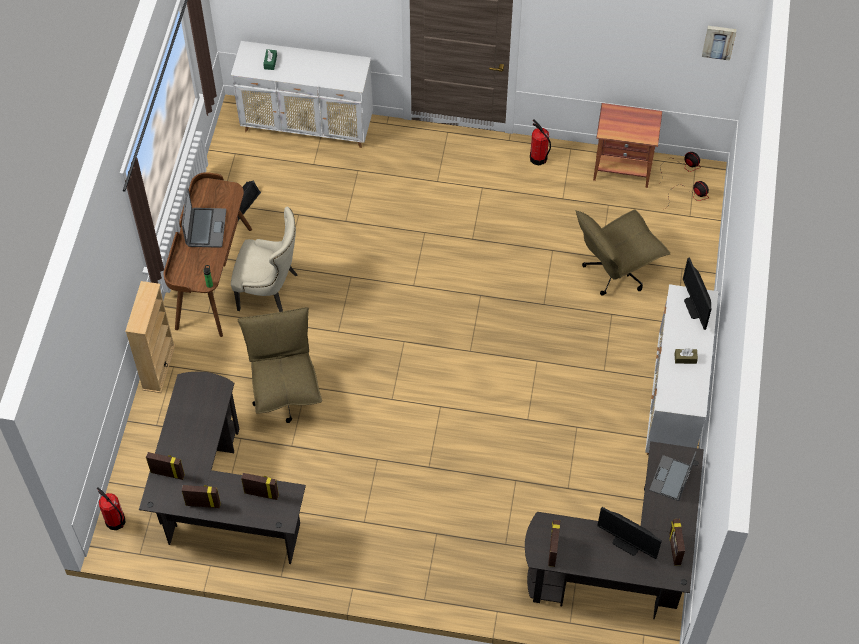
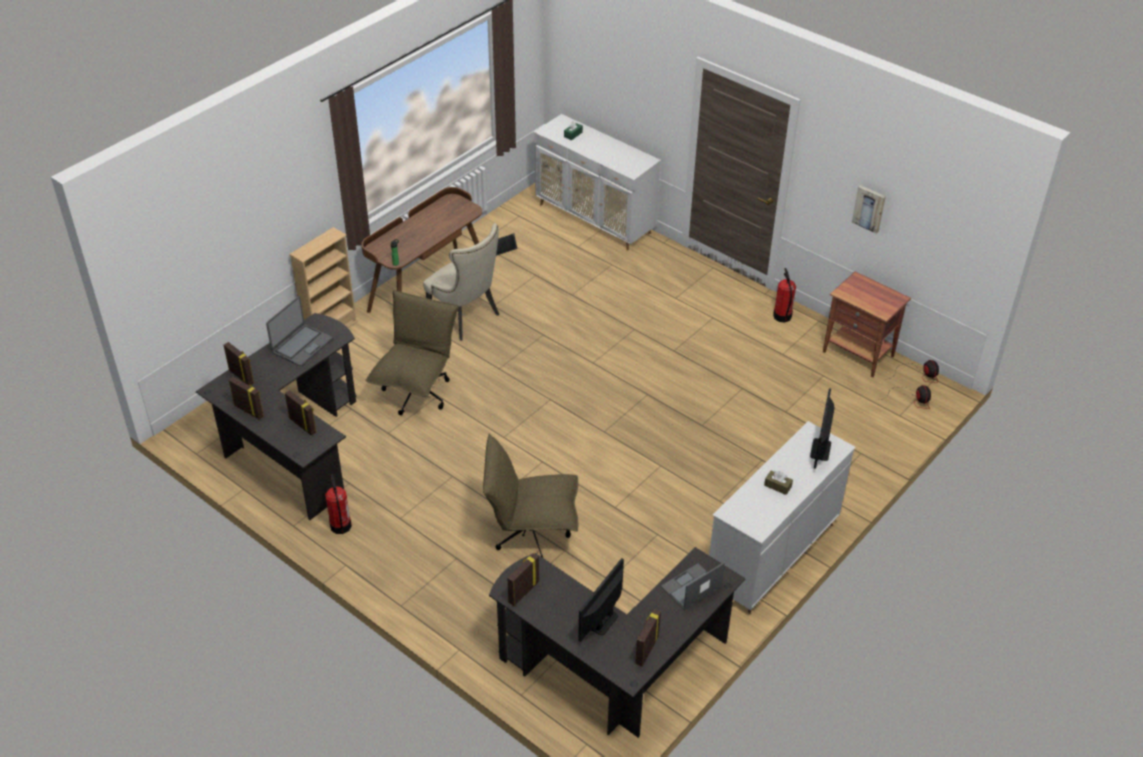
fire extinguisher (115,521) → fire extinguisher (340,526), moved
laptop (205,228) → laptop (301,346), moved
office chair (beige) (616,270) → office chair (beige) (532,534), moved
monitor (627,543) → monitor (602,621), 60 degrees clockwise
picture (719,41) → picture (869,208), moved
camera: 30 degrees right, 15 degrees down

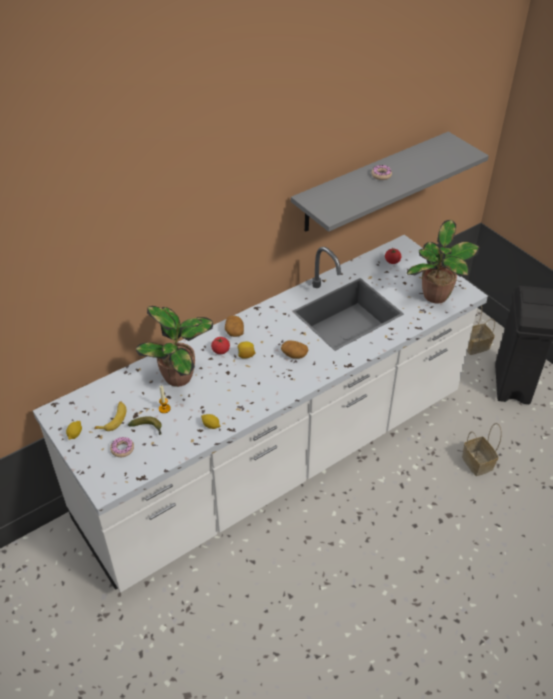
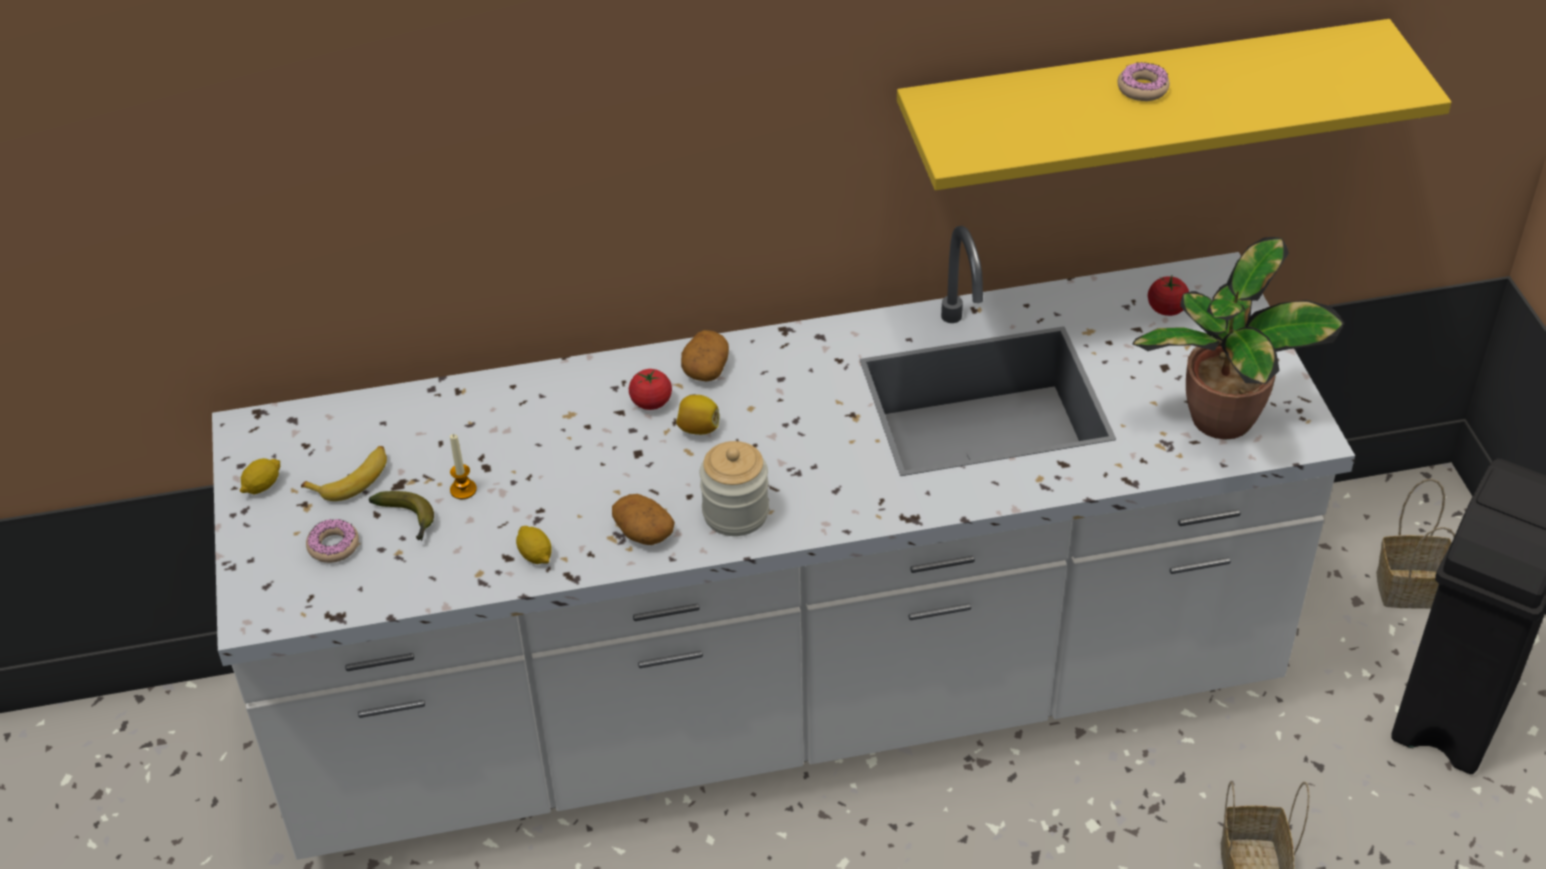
potted plant (180,377) → -
potato (294,354) → potato (643,532), moved
shelf (grey) (371,182) → shelf (yellow) (1141,101)
- → jar (735,513)
camera: 25 degrees right, 0 degrees up

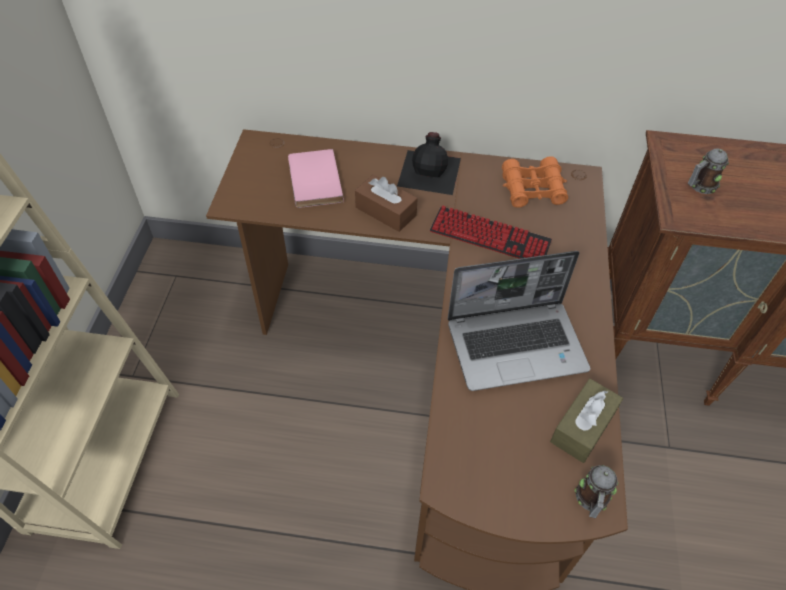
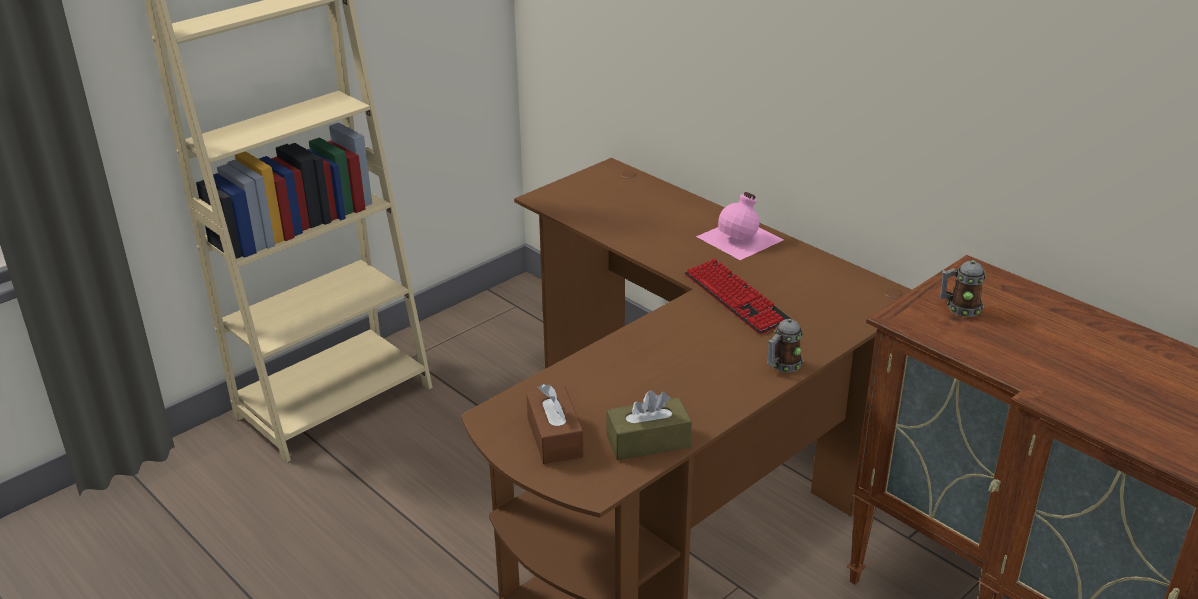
book (pink) (312,181) → -
tissue box (brown) (385,211) → tissue box (brown) (555,437), moved
bottle (black) (430,171) → bottle (pink) (741,238)
laptop (517,345) → -
binoculars (orange) (533,189) → -
mug (591,500) → mug (782,365), moved
camera: 40 degrees right, 20 degrees down

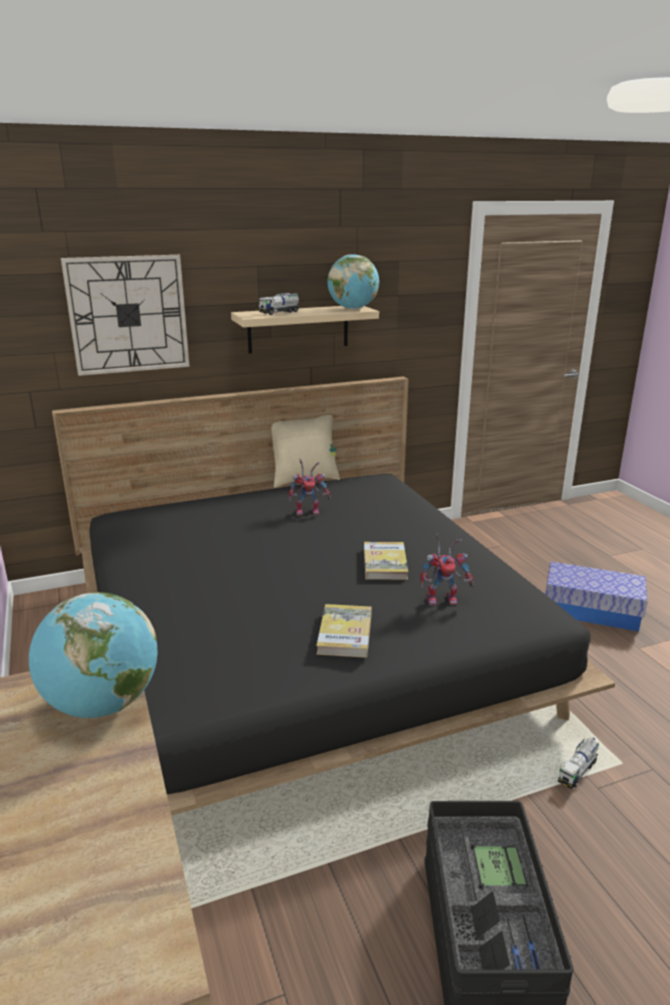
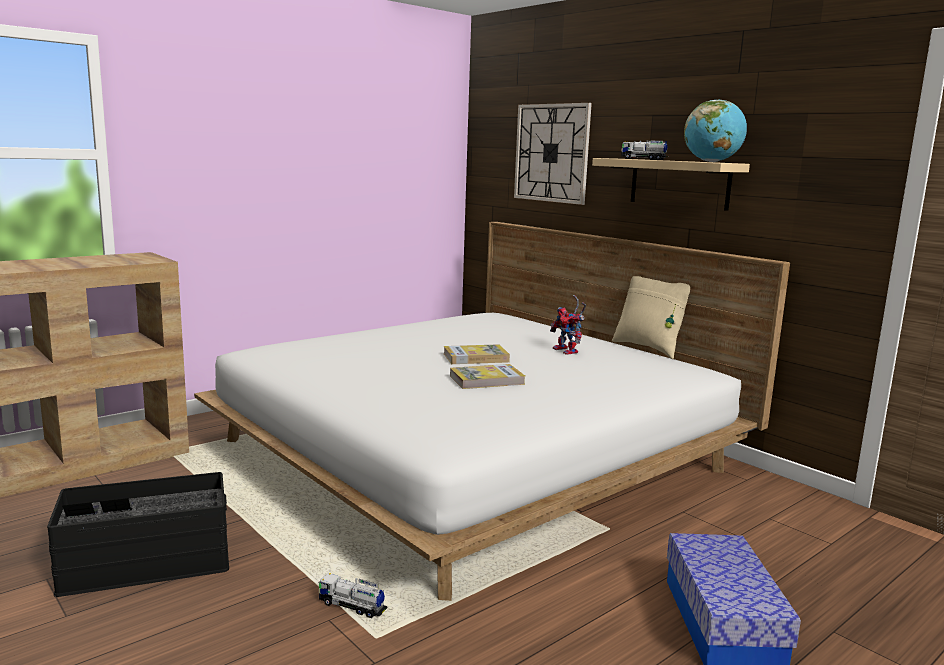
globe (102,704) → -
bed (black) (305,647) → bed (white) (472,455)
book (345,633) → book (475,358), moved
toy robot (443,598) → -
camera: 70 degrees right, 10 degrees down

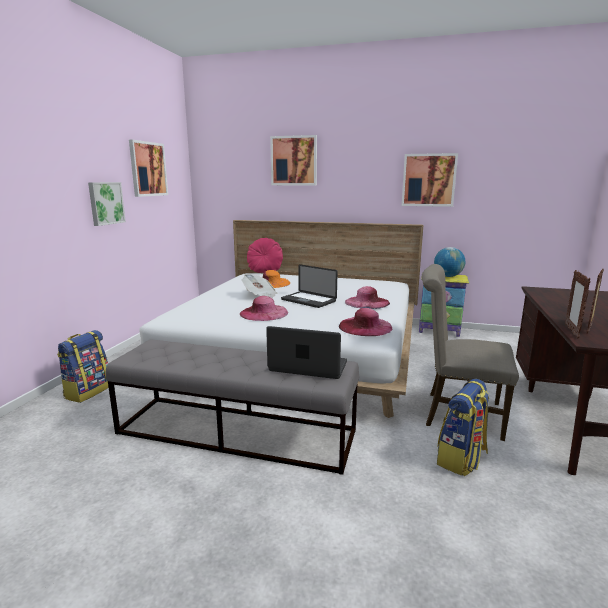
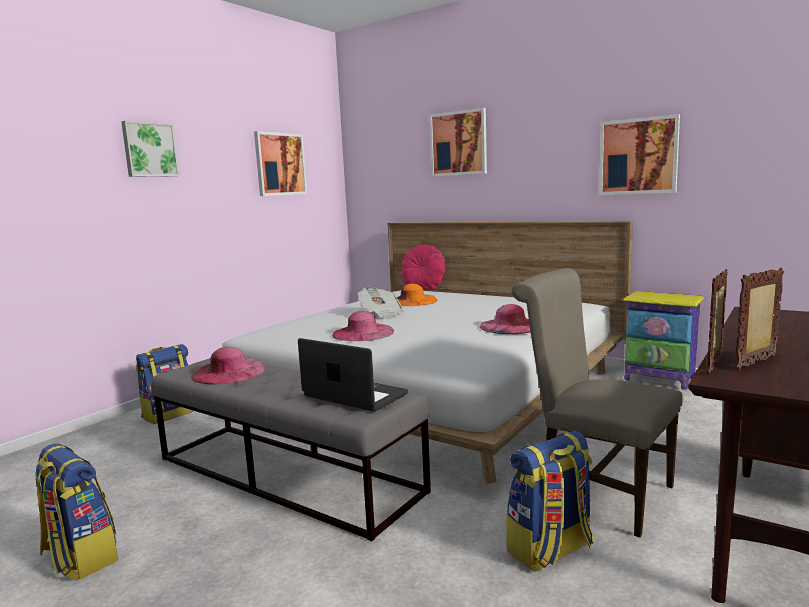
picture (105,203) → picture (149,150), moved
laptop (308,300) → -
hat (pink) (365,326) → hat (pink) (229,372), moved
globe (448,276) → -
- → backpack (80,557)
camera: 20 degrees right, 5 degrees down

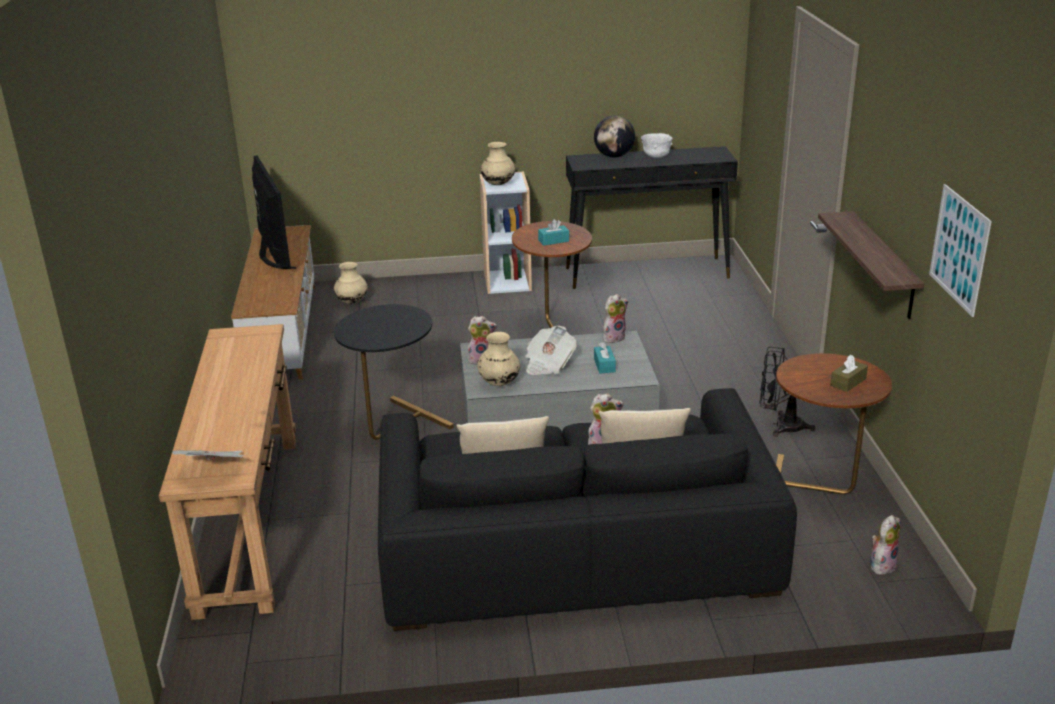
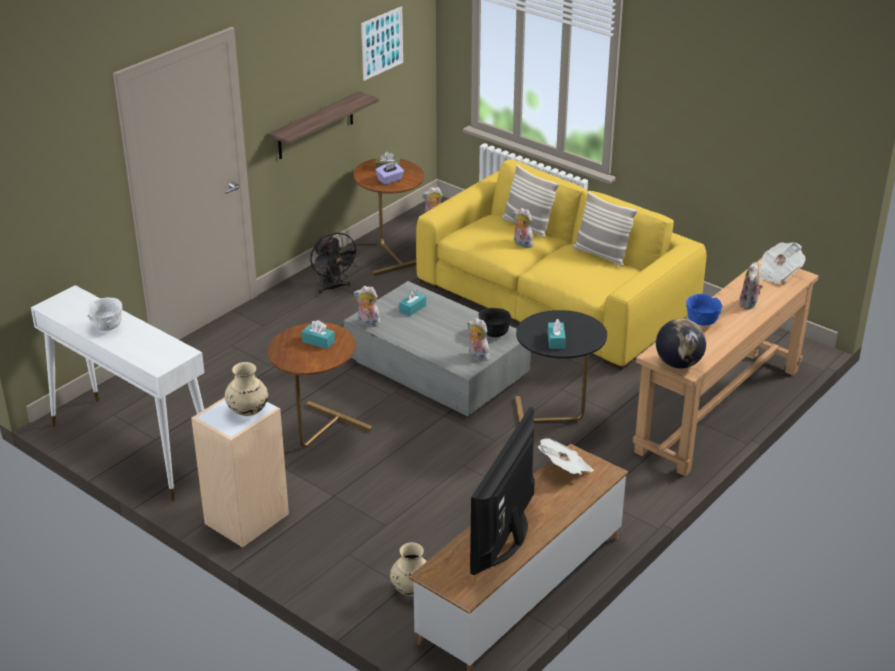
sofa (black) (574,548) → sofa (yellow) (556,296)
vase (beige) (499,382) → bowl (black) (494,334)
newspaper (548,364) → newspaper (565,469), moved
console table (black) (647,273) → console table (white) (132,447)
globe (614,156) → globe (678,363), moved
- → tissue box (purple) (390,180)
- → tissue box (turquoise) (556,340)
- → bowl (blue) (701,322)
- → plush toy (749,304)
camera: 135 degrees left, 5 degrees up

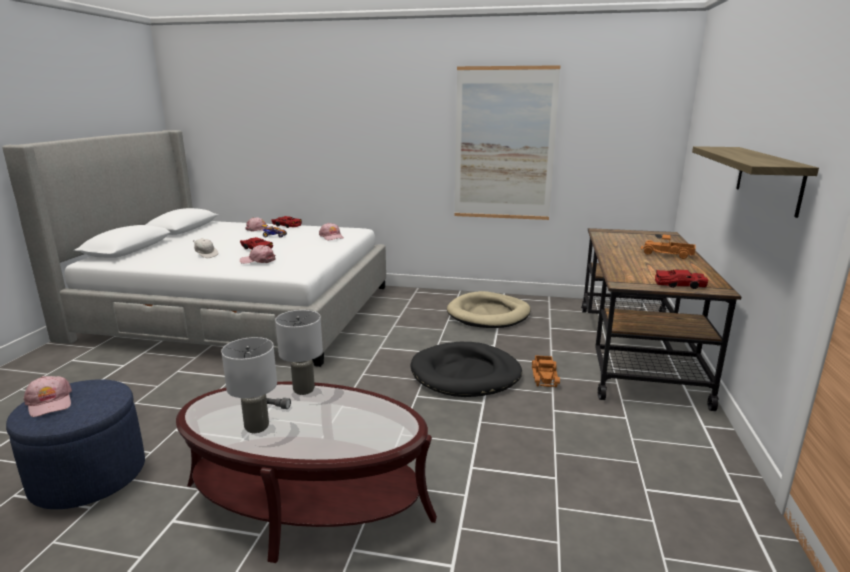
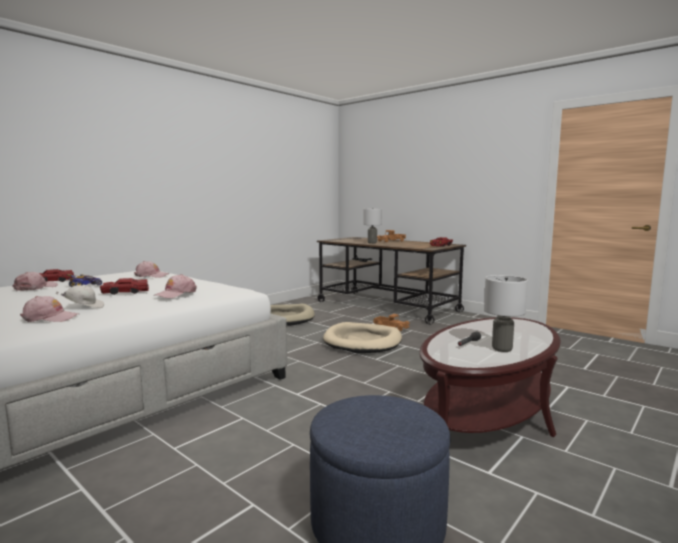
cap (pink) (50,402) → cap (pink) (50,318), moved
table lamp (white) (303,391) → table lamp (white) (372,243), moved
dog bed (black) (465,374) → dog bed (beige) (363,341)
picture (504,145) → -
shelf (768,178) → -
camera: 60 degrees left, 10 degrees down

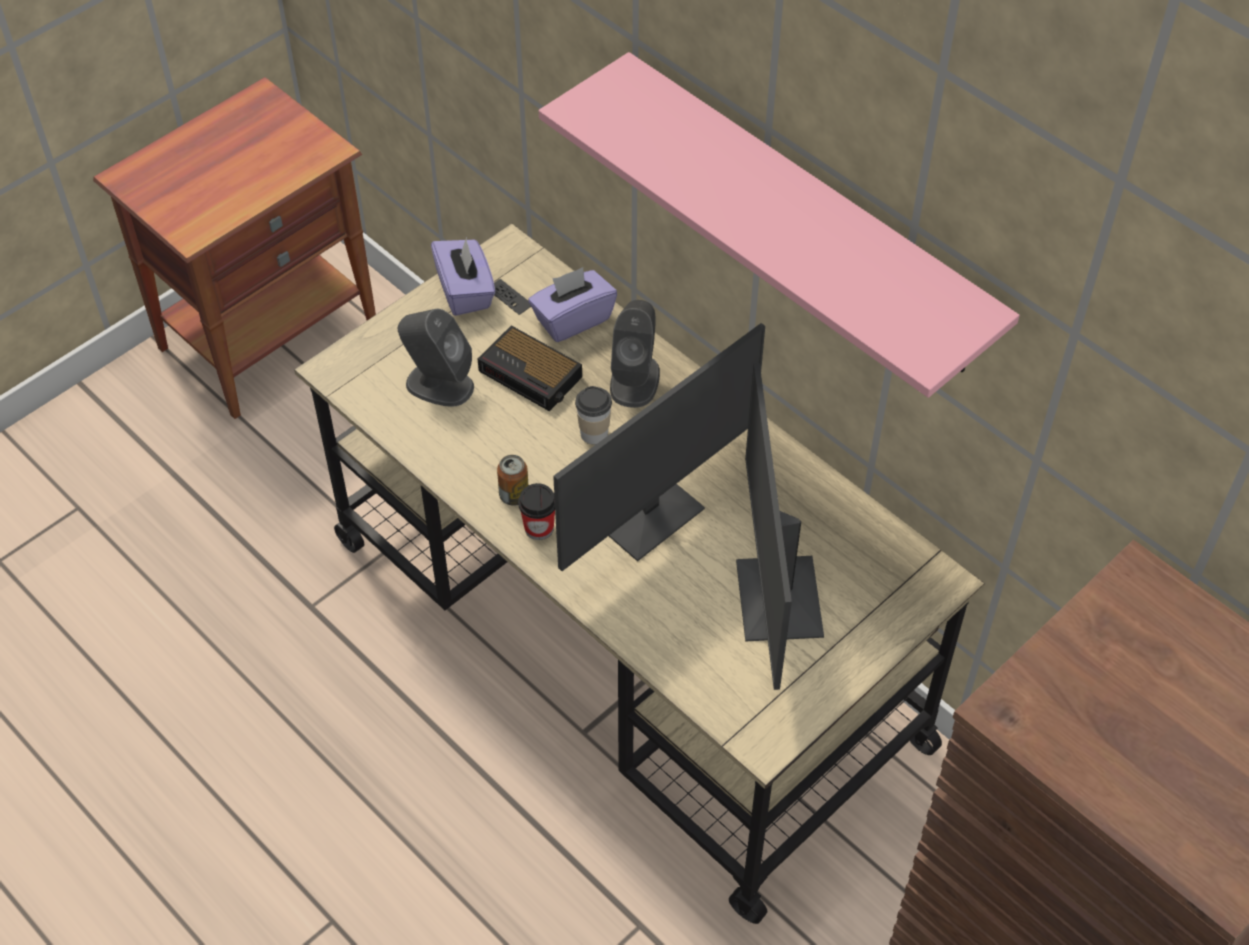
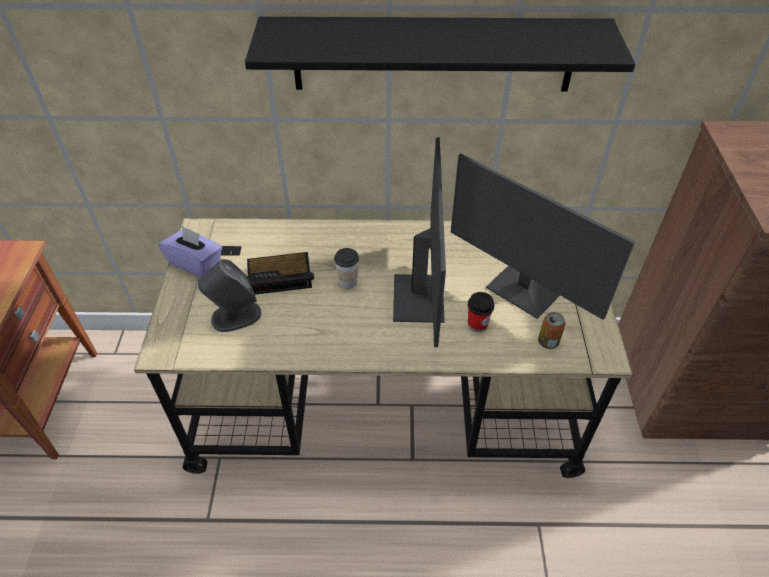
can (514,495) → can (548,342), moved
cup (539,528) → cup (477,324), moved
tissue box (purple) (572,319) → -
shelf (pink) (807,216) → shelf (black) (433,54)
speaker (grey) (635,380) → -
camera: 45 degrees left, 5 degrees down

